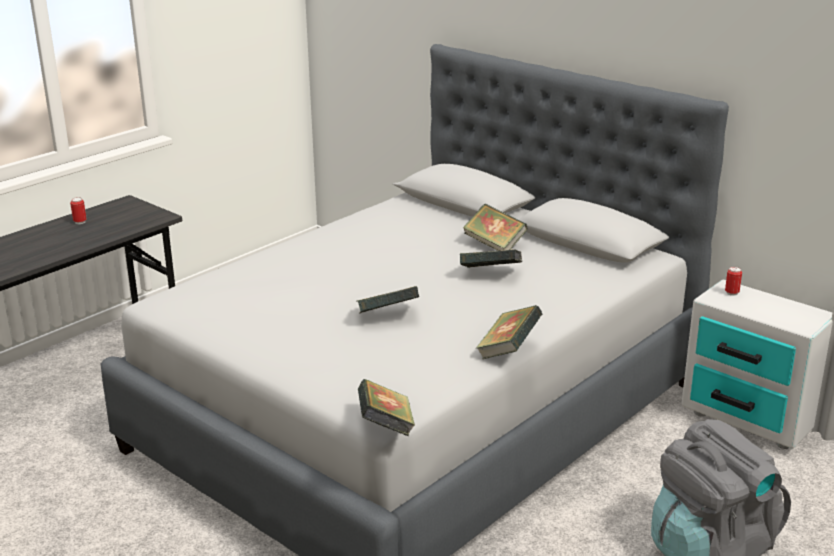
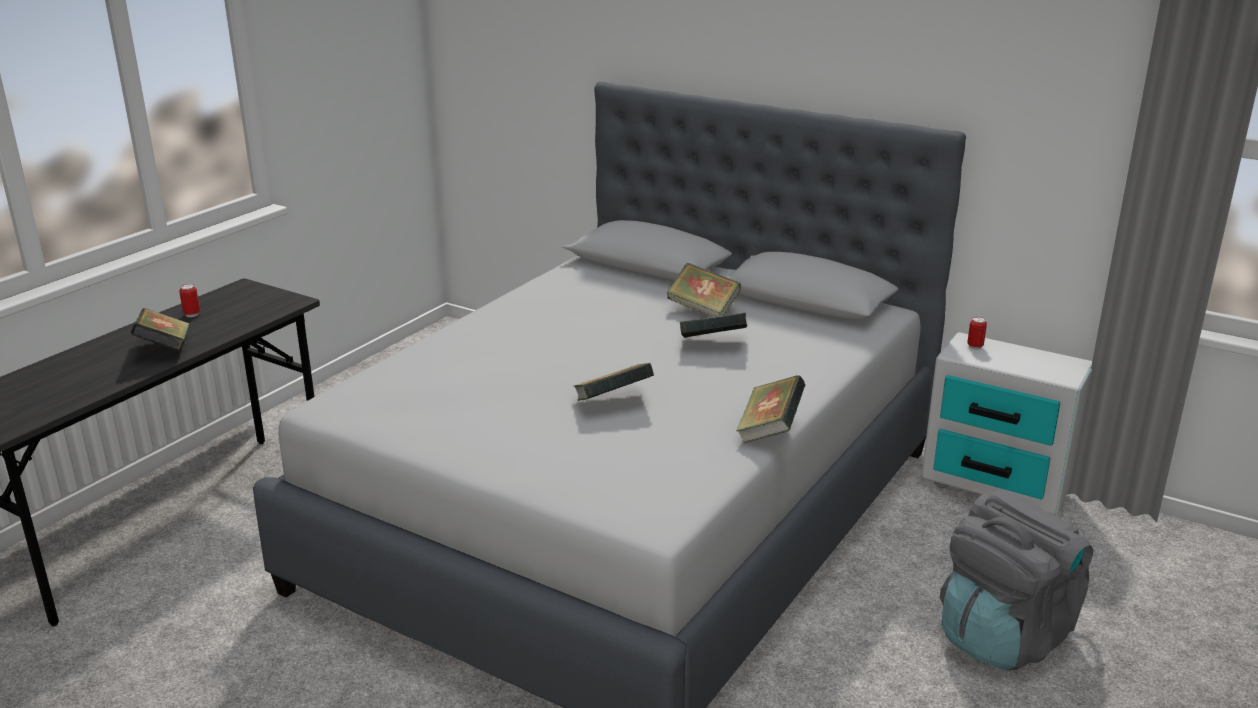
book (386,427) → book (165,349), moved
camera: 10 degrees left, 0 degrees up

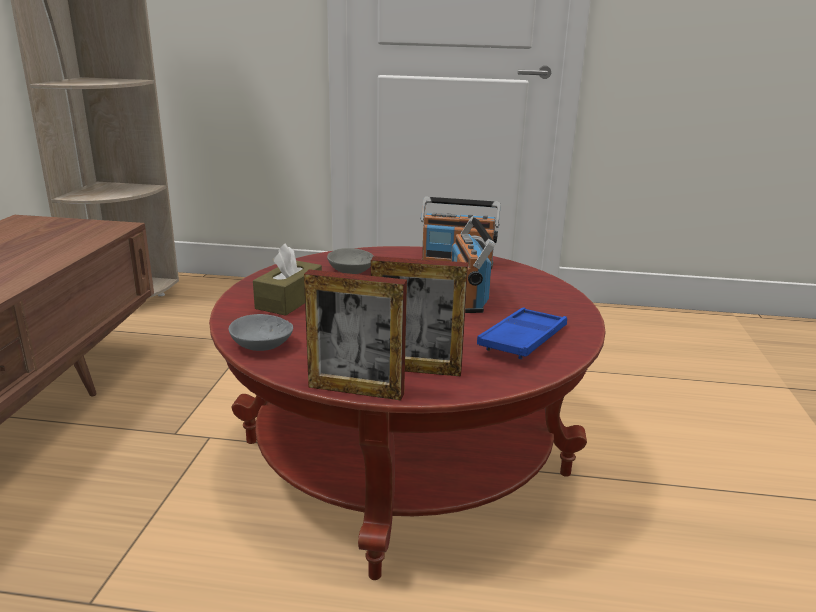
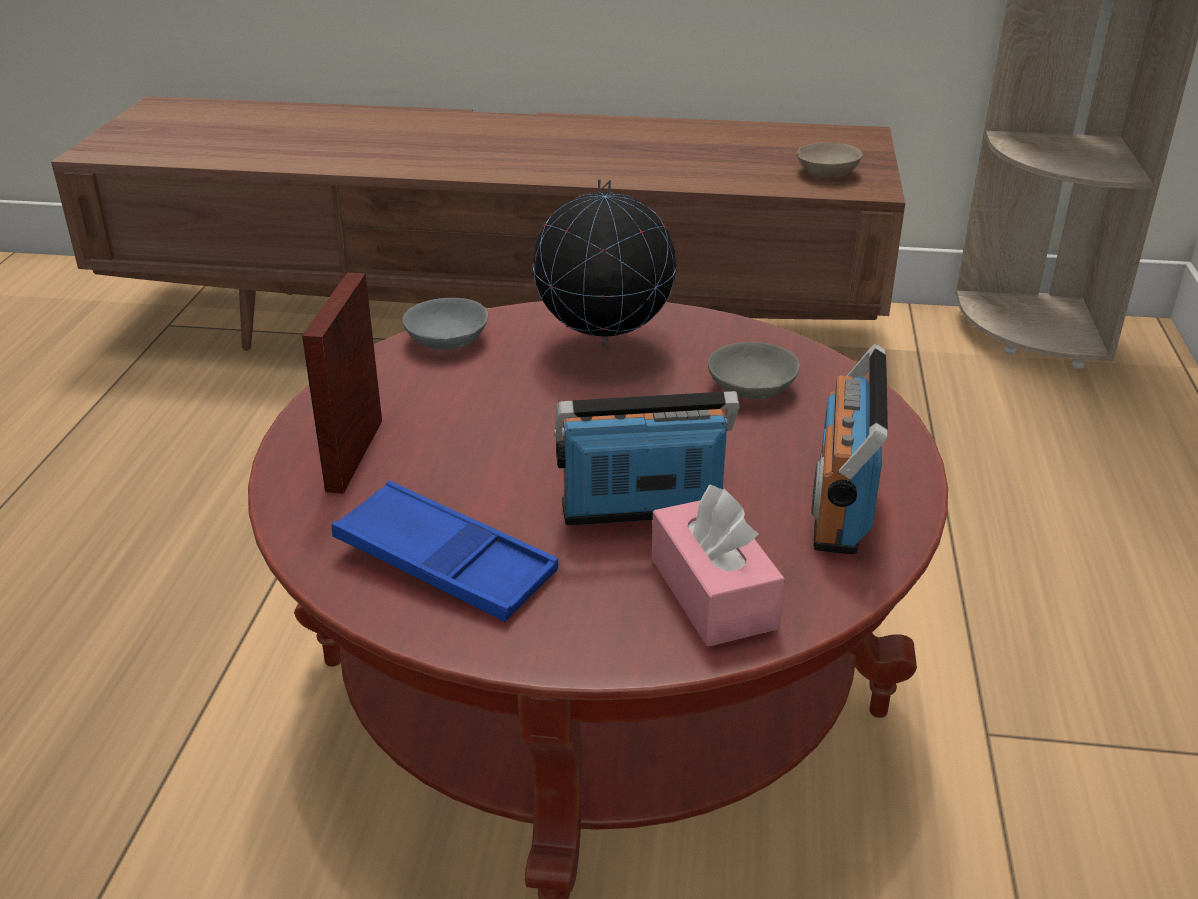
tissue box (brown) (289,300) → globe (604,346)
picture frame (356,390) → -
- → tissue box (pink) (713,593)
- → bowl (beige) (830,173)
camera: 90 degrees right, 10 degrees up

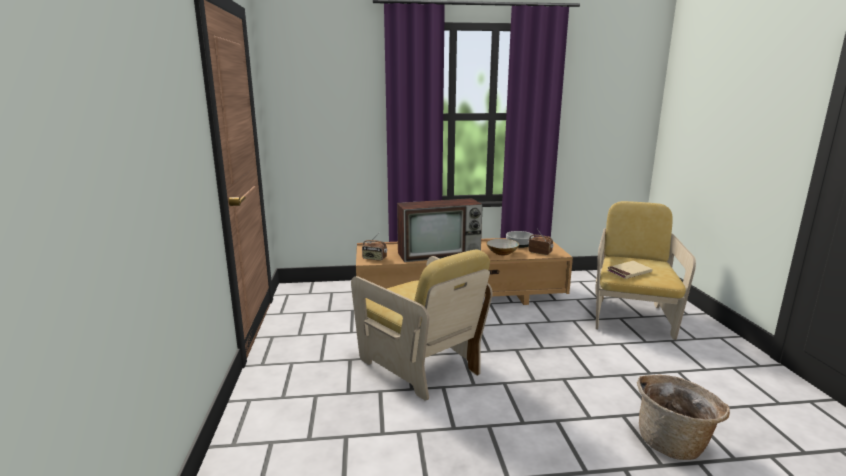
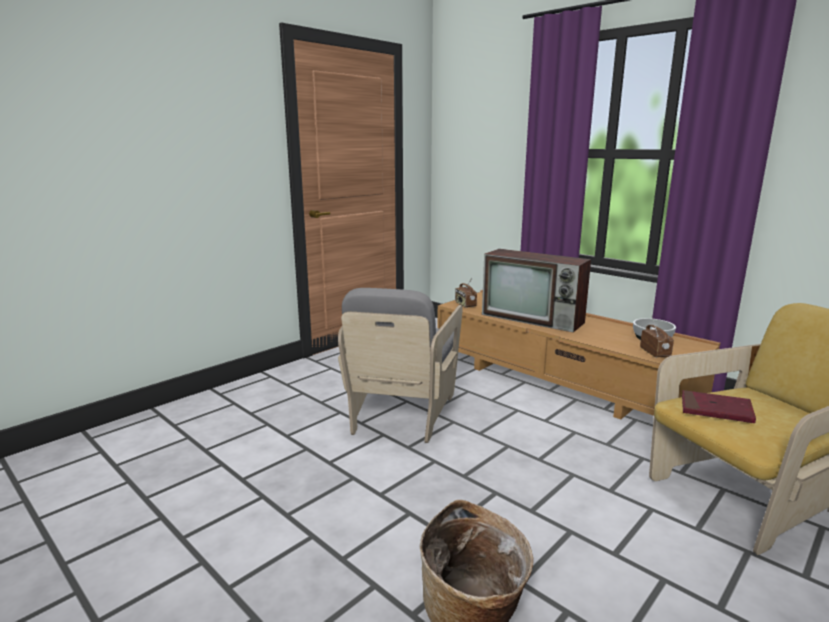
armchair (yellow) (420,365) → armchair (grey) (402,412)
bowl (502,253) → -
book (beige) (629,272) → book (red) (716,410)
camera: 50 degrees right, 0 degrees up

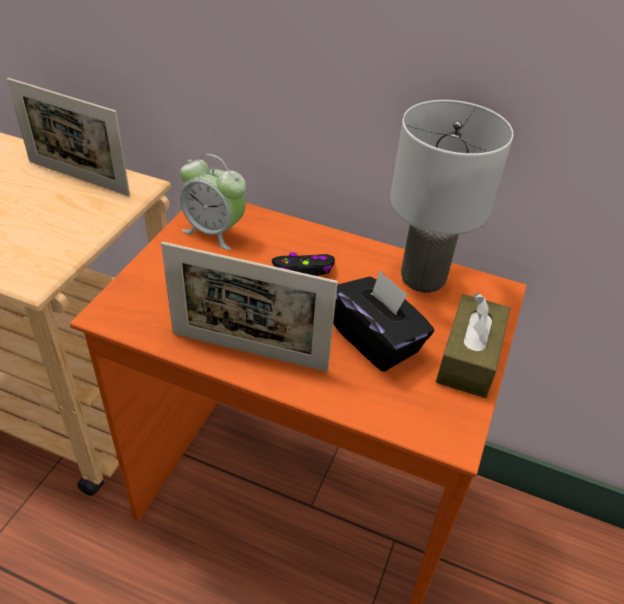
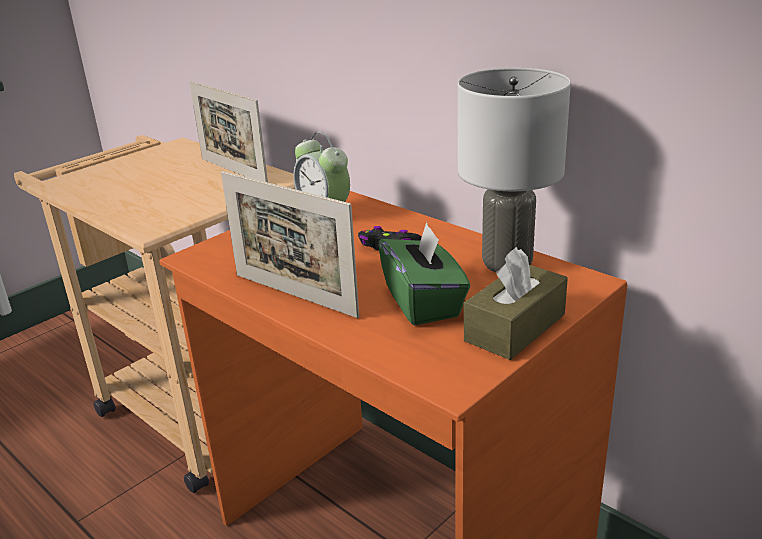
tissue box (black) (376,340) → tissue box (green) (423,302)
camera: 25 degrees right, 15 degrees down

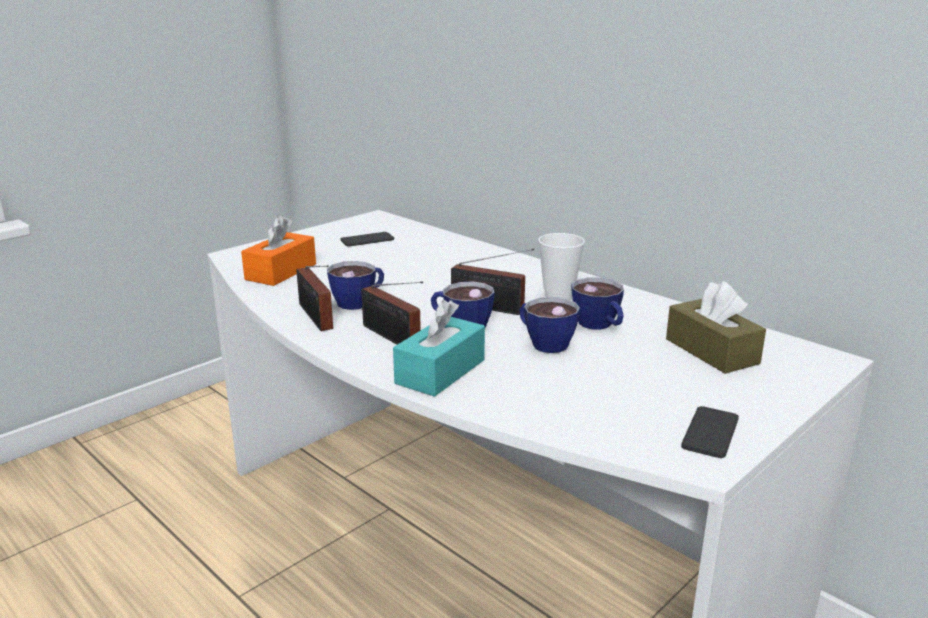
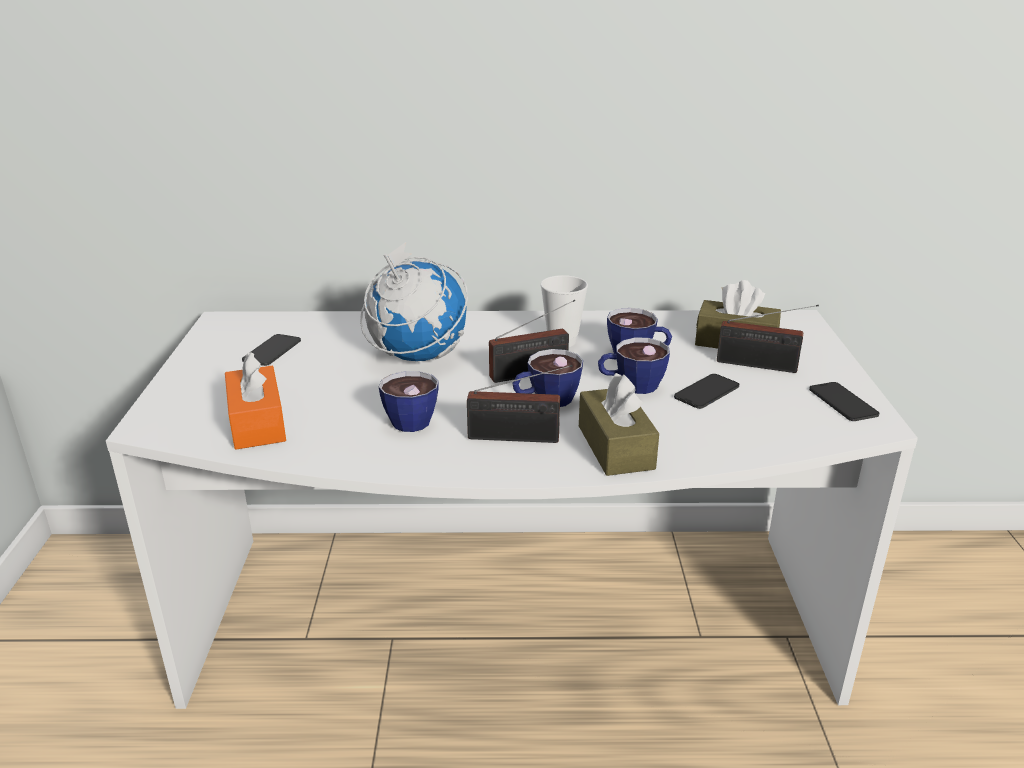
radio (316,318) → radio (761,366), moved
tissue box (turquoise) (440,371) → tissue box (brown) (615,447)
- → globe (417,357)
- → phone (706,392)
camera: 45 degrees left, 5 degrees up

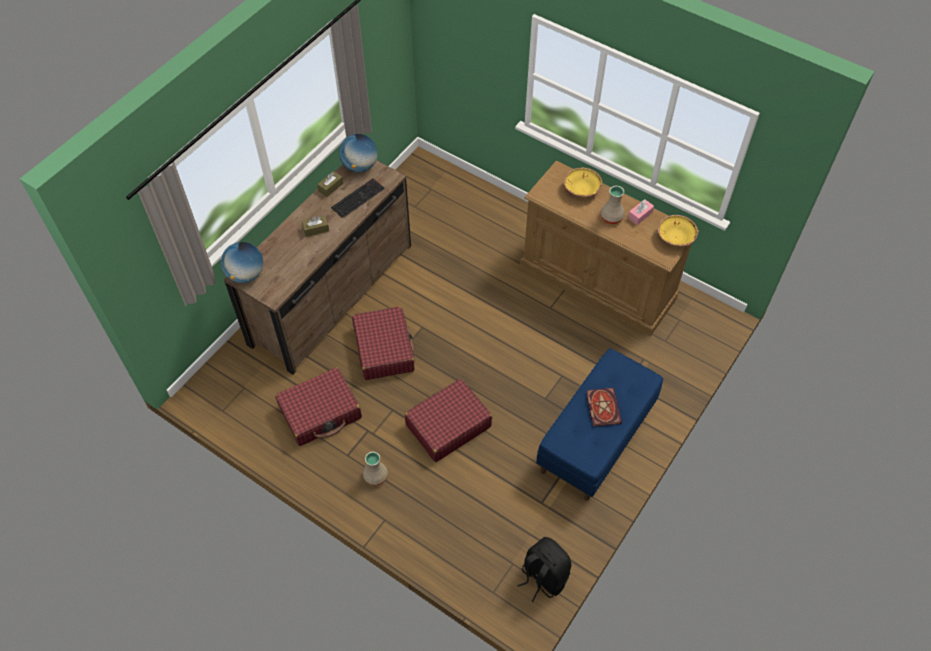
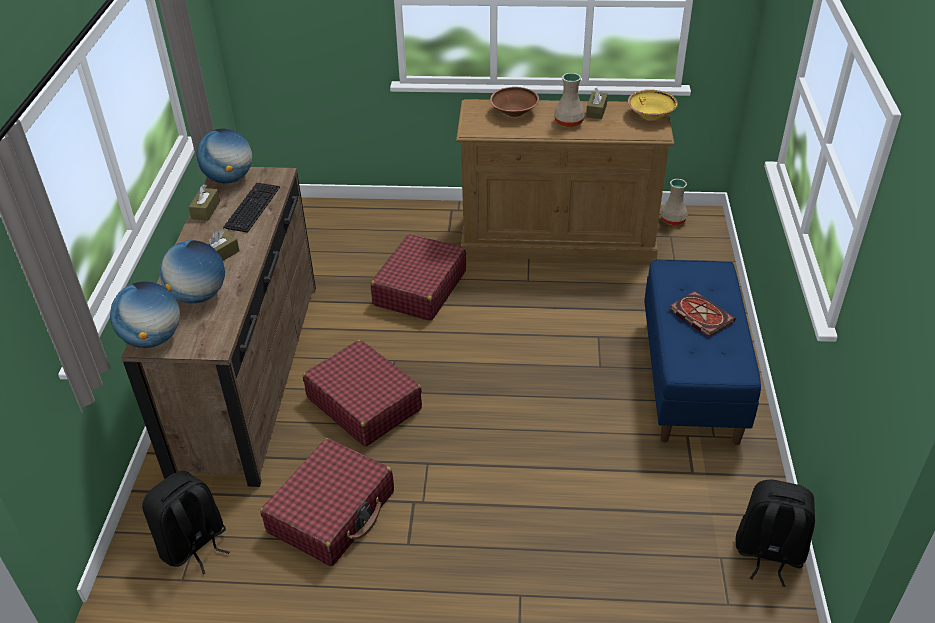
vase (beige) (376,475) → vase (beige) (673,219), moved
suitcase (red) (448,425) → suitcase (red) (419,288), moved
bowl (yellow) (582,189) → bowl (brown) (514,112)
tissue box (pink) (640,215) → tissue box (brown) (596,111)
- → backpack (black) (193,545)
- → globe (198,296)
camera: 30 degrees left, 15 degrees down

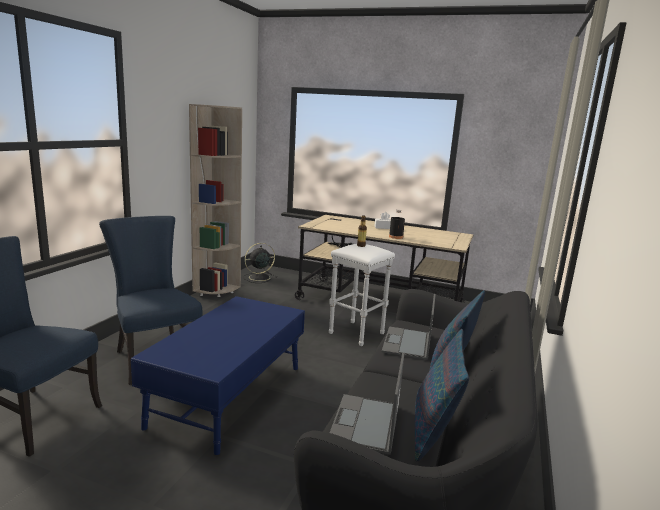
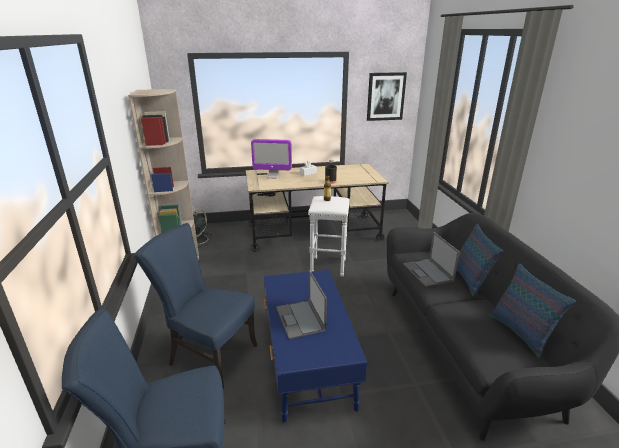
laptop (365,424) → laptop (300,319), moved
- → monitor (272,176)
- → picture (385,96)
camera: 30 degrees left, 10 degrees up

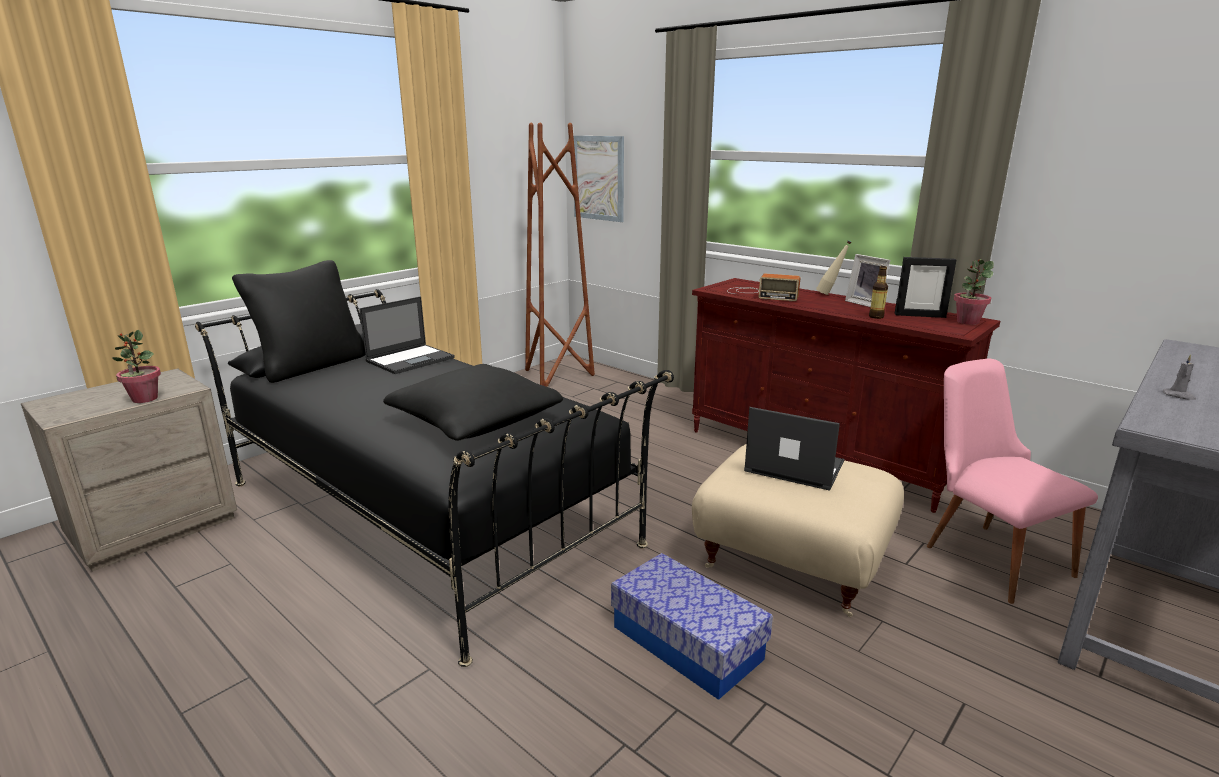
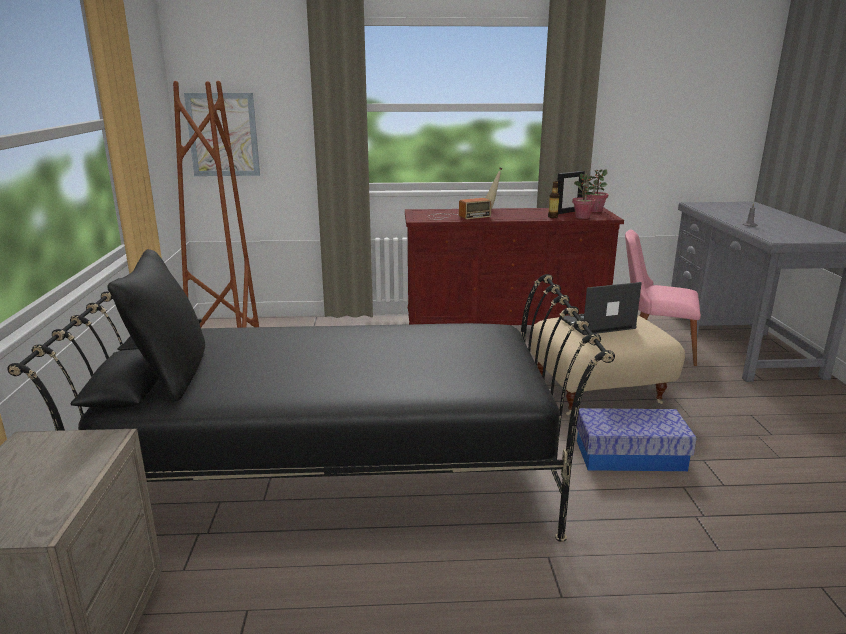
potted plant (144,399) → potted plant (582,217), moved
laptop (411,359) → -
pillow (black) (475,422) → -
picture frame (866,304) → -
camera: 45 degrees left, 0 degrees up

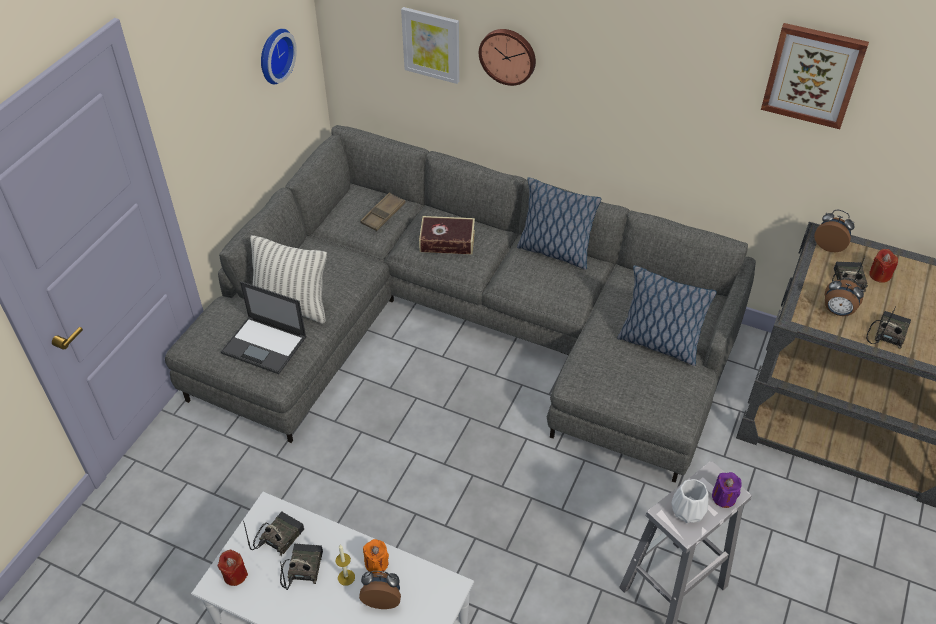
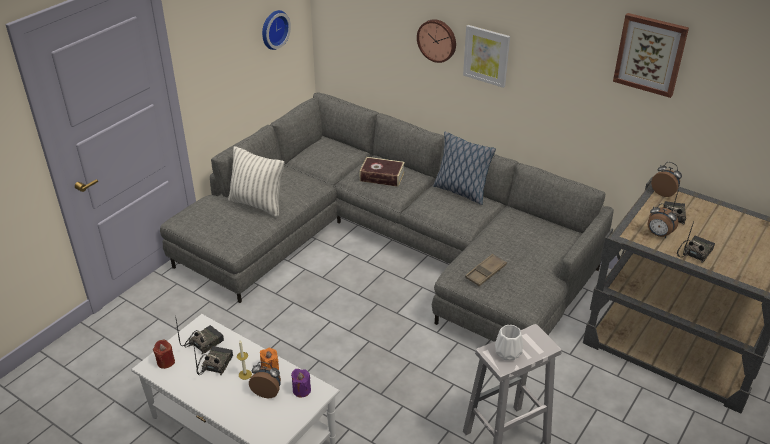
laptop (265,345) → -
tray (brown) (383,215) → tray (brown) (485,272), moved
picture (431,44) → picture (486,55), moved
pillow (658,343) → -
candle (purple) (723,497) → candle (purple) (301,390), moved
candle (red) (879,275) → -
camera: 10 degrees right, 10 degrees down

